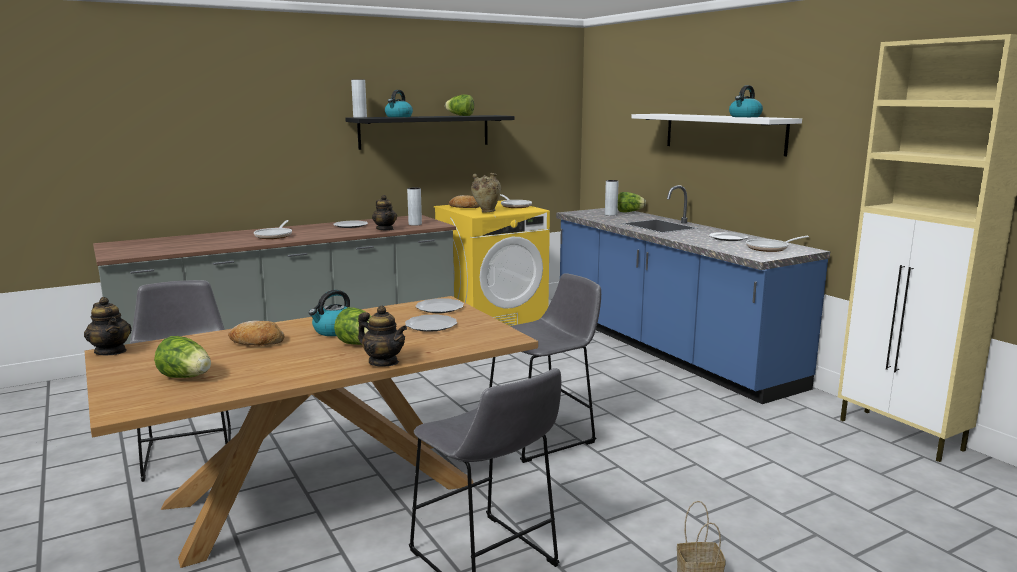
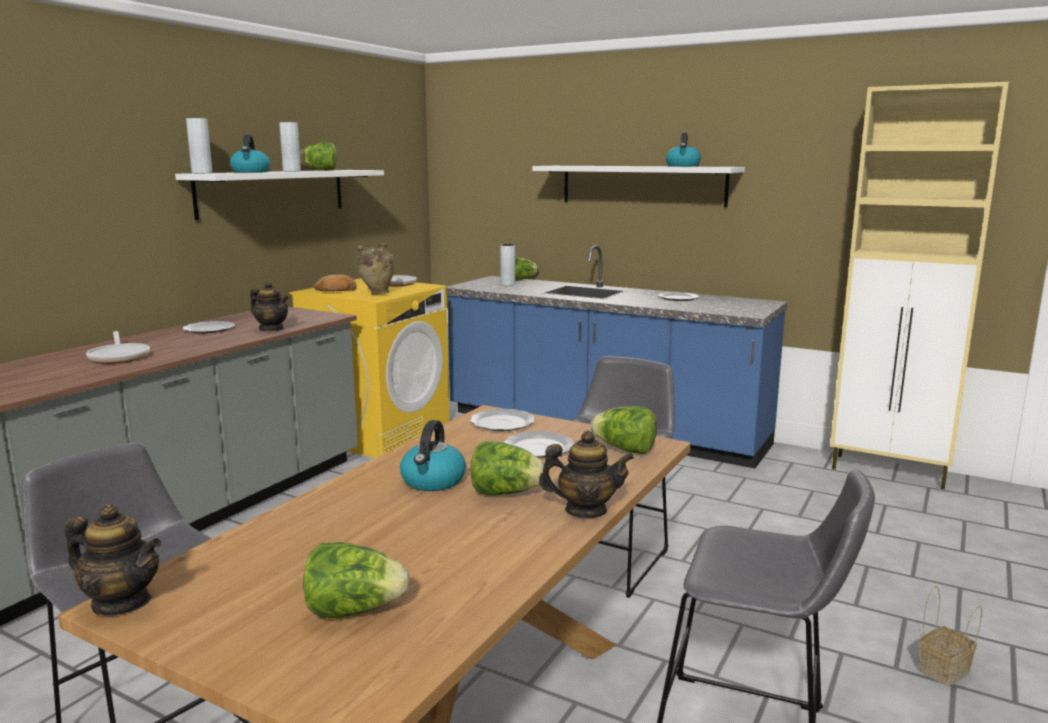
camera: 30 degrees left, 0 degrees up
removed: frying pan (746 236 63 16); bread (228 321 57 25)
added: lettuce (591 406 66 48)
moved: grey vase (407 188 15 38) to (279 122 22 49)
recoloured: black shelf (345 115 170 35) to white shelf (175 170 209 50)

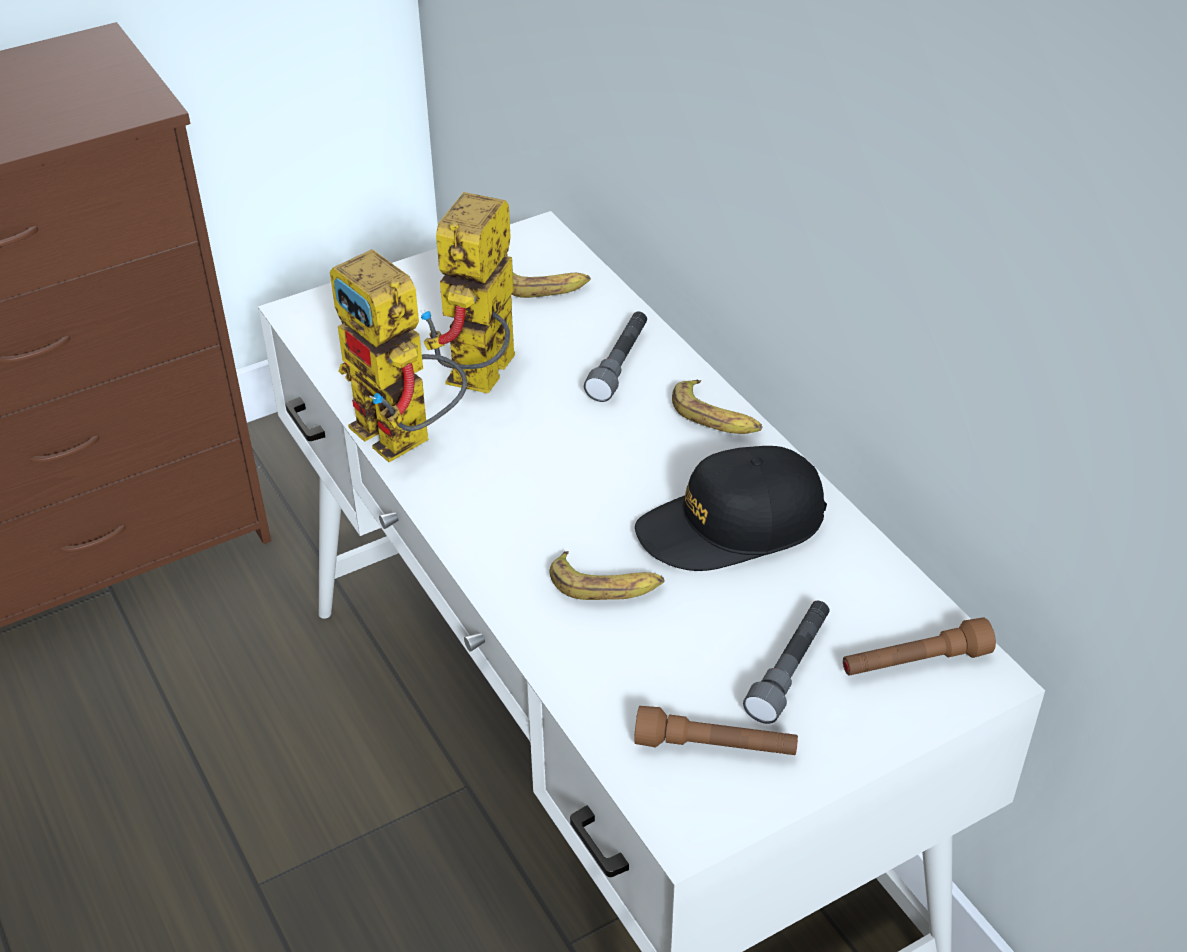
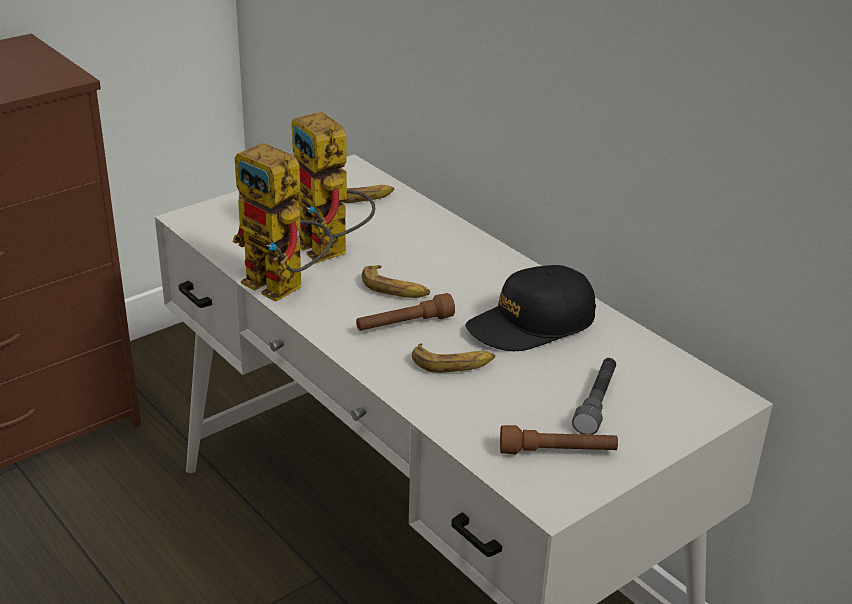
camera: 10 degrees left, 10 degrees down
removed: grey flashlight (584 312 63 90)
moved: banana (672 380 90 54) to (362 265 68 33); brown flashlight (843 617 153 59) to (356 293 99 38)
turned: toy robot (421 192 94 201) = (292 112 83 151) 45 degrees counterclockwise

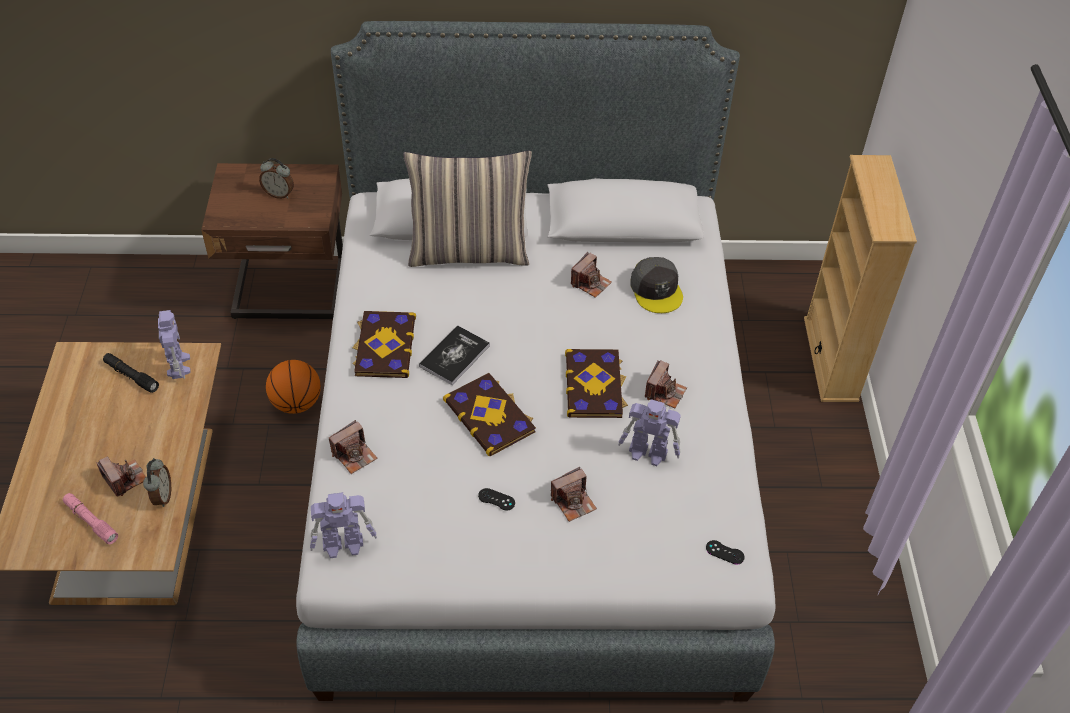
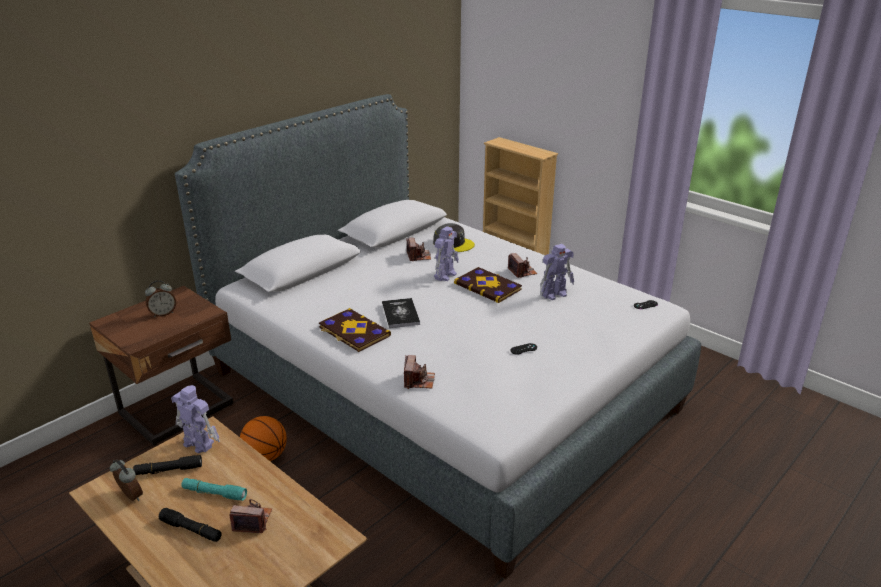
camera: 45 degrees left, 20 degrees down
removed: pillow (403 150 129 117); book (443 373 93 83); photo camera (551 467 46 55); pink flashlight (63 493 55 51)
added: turquoise flashlight (181 478 66 23); black flashlight (159 508 63 34)
moved: alarm clock (143 458 28 49) to (110 459 33 42); toy robot (310 492 67 66) to (434 226 25 55)

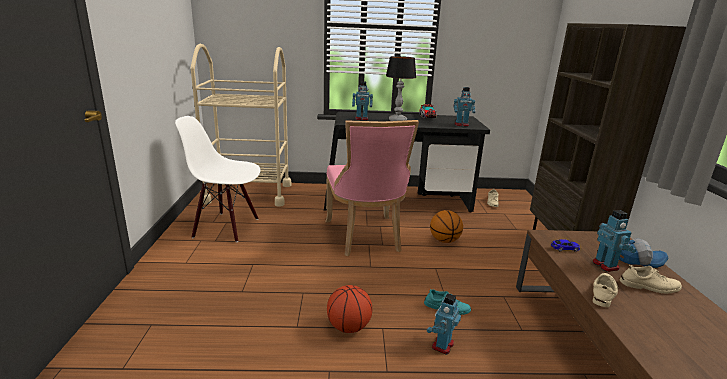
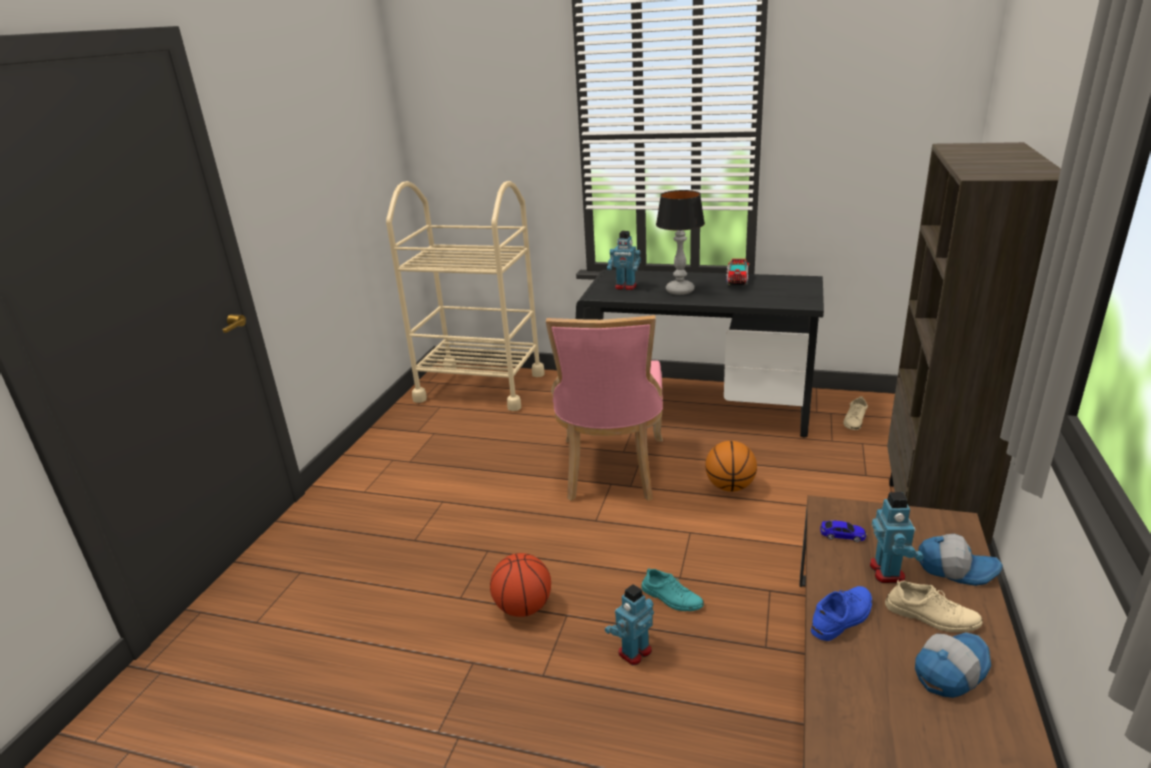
camera: 20 degrees right, 5 degrees up
removed: toy robot (453 87 22 40); white chair (175 116 85 126)
added: cap (915 632 76 66)
recoloured: beige shoe (593 273 26 34) to blue shoe (811 586 61 55)

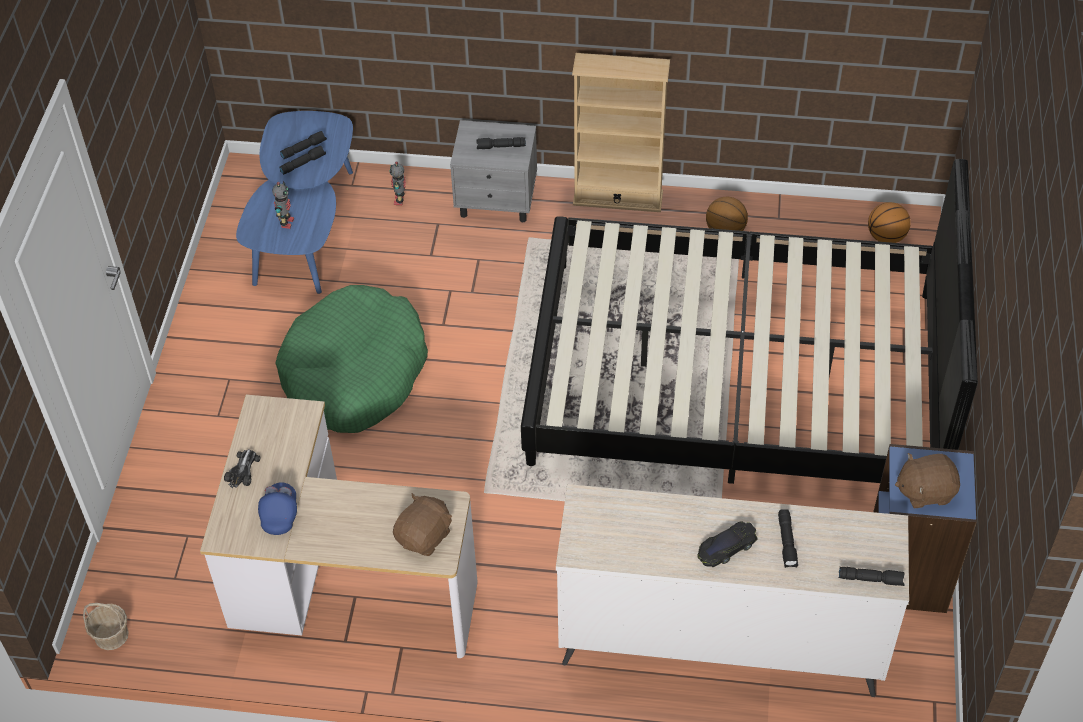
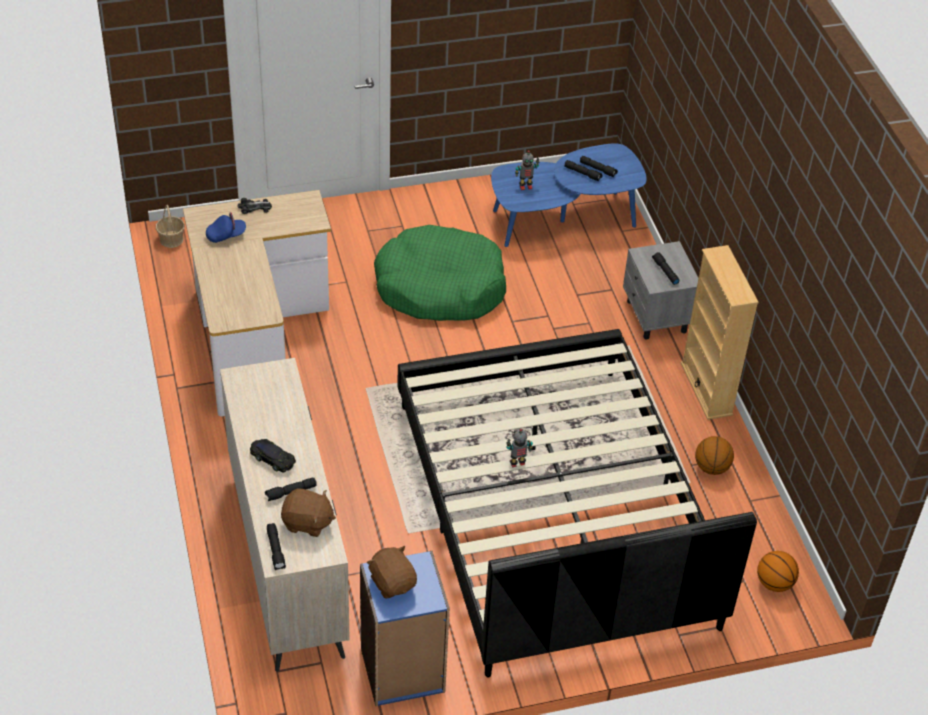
camera: 65 degrees right, 5 degrees down
moved: toy robot (389 161 17 44) to (506 429 27 38); brown plush toy (393 493 59 63) to (281 488 55 49)

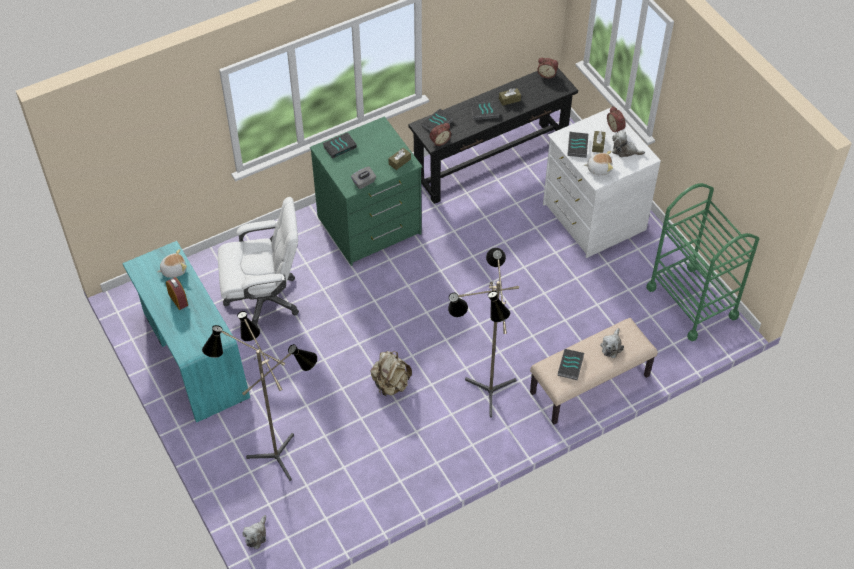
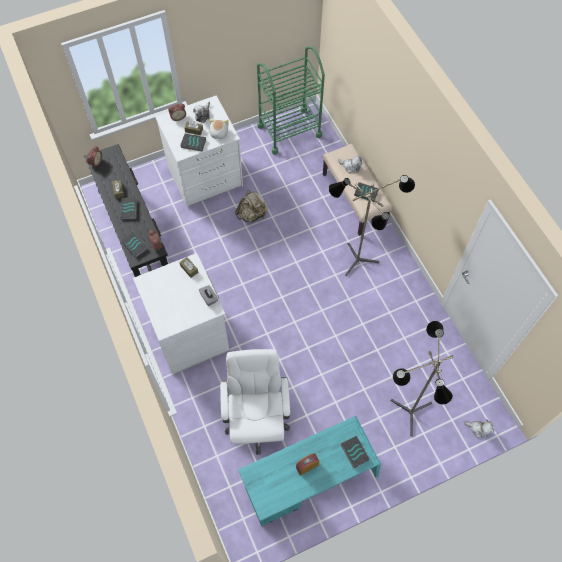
camera: 85 degrees left, 10 degrees up
removed: plush toy (157 249 30 29)
moved: book (323 132 34 27) to (341 436 29 33); beige backpack (370 351 42 45) to (235 190 33 32)
recoloured: green dresser (310 117 112 149) to white dresser (133 253 96 121)

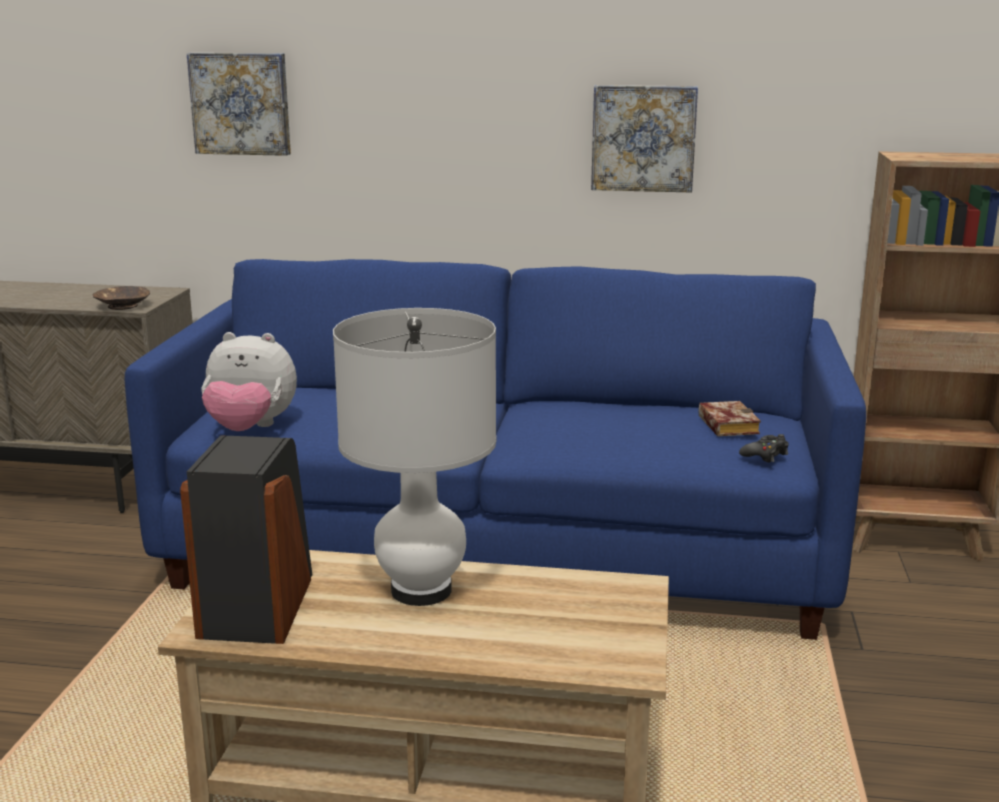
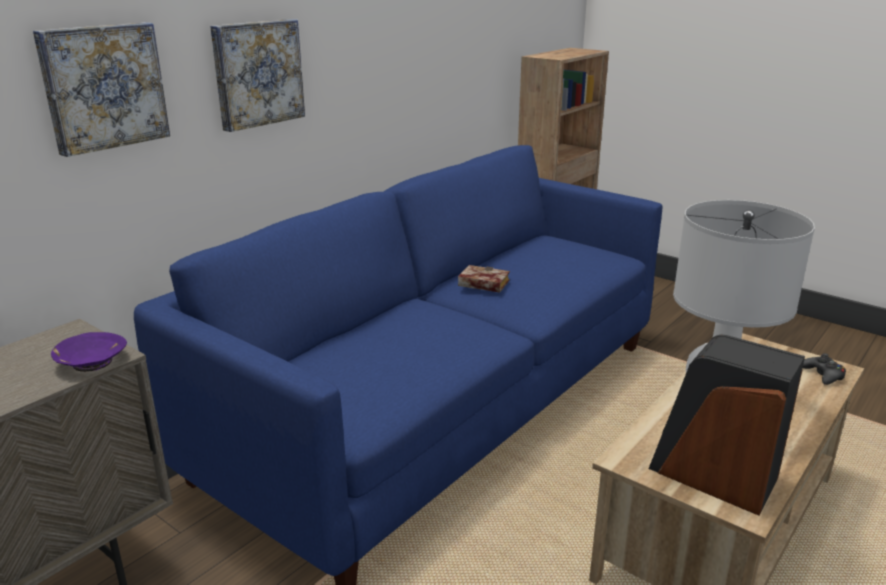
camera: 60 degrees left, 5 degrees up
removed: plush toy (201 332 96 99)
moved: picture (591 85 107 107) to (210 19 95 113); book (698 401 63 35) to (458 265 52 28); black game controller (739 434 50 29) to (803 353 43 32)
recoloured: brown bowl (93 286 57 24) to purple bowl (51 332 76 40)

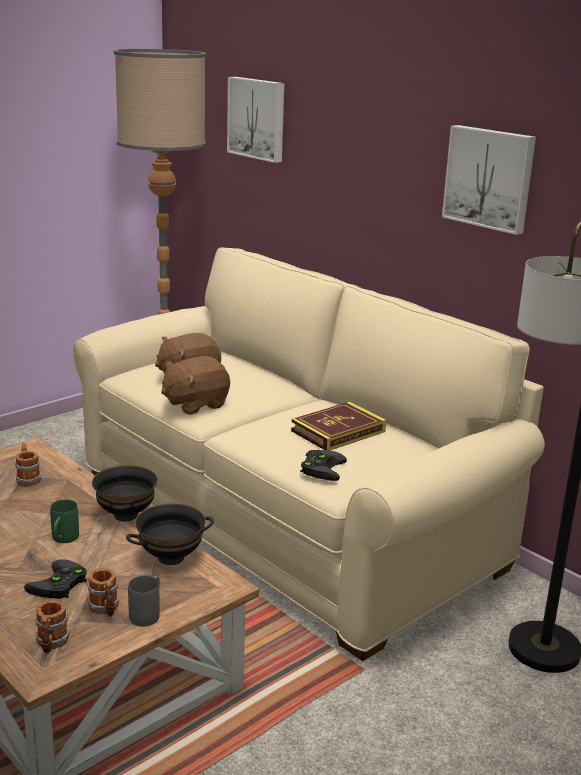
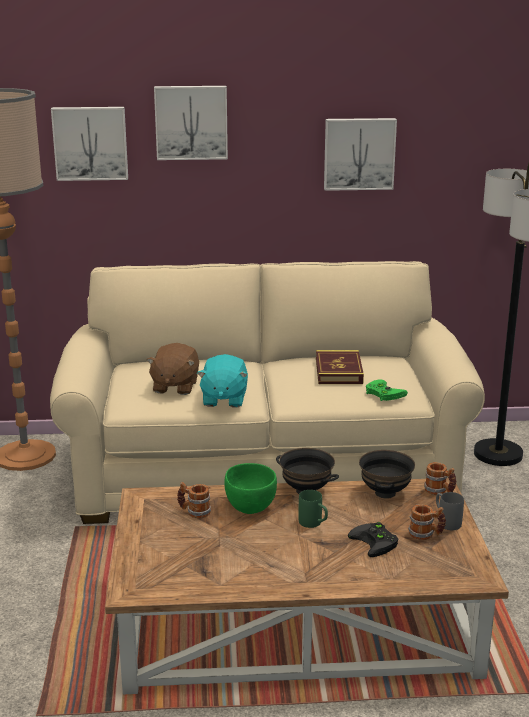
camera: 50 degrees left, 0 degrees up
added: picture (154 86 74 74); green bowl (224 463 53 51)
moved: mug (35 600 35 54) to (424 462 33 33)
recoloured: brown plush toy (161 356 69 59) to turquoise plush toy (197 354 51 53); black game controller (300 450 47 31) to green game controller (366 380 42 21)

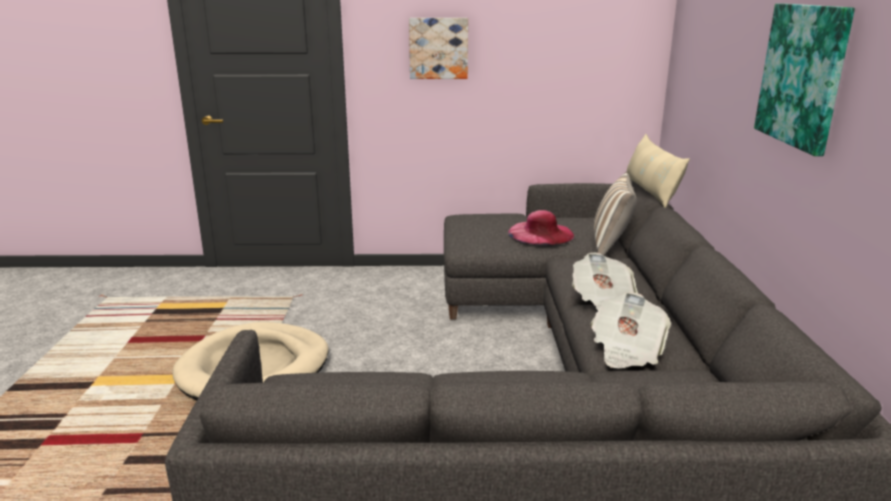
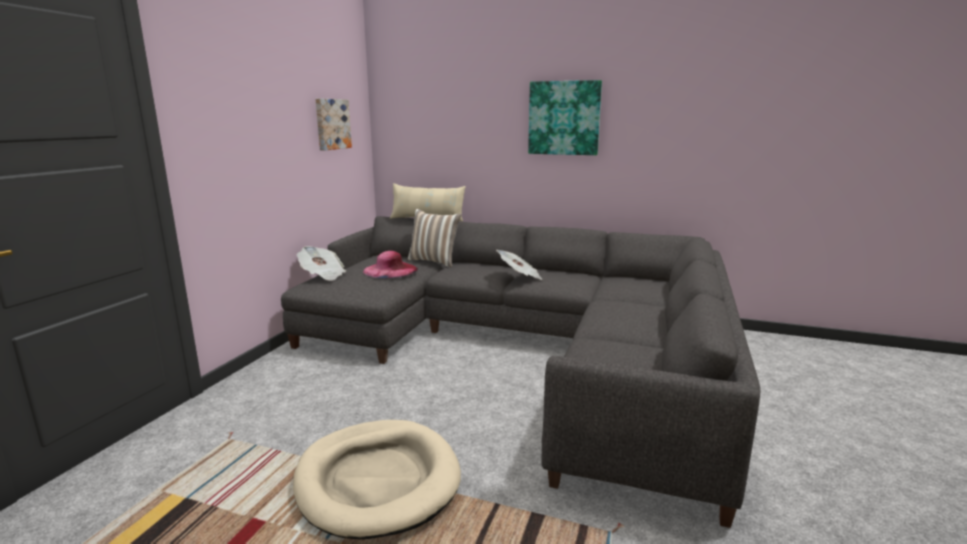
camera: 70 degrees left, 5 degrees down
moved: picture (409 18 59 61) to (315 98 37 53); newspaper (590 292 81 76) to (297 246 49 35)

